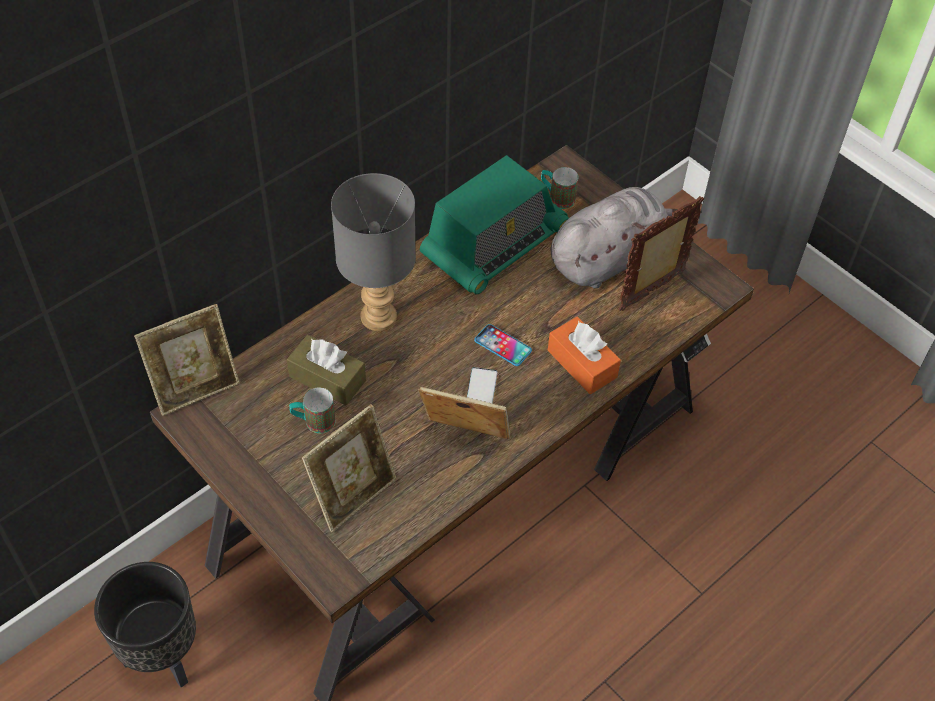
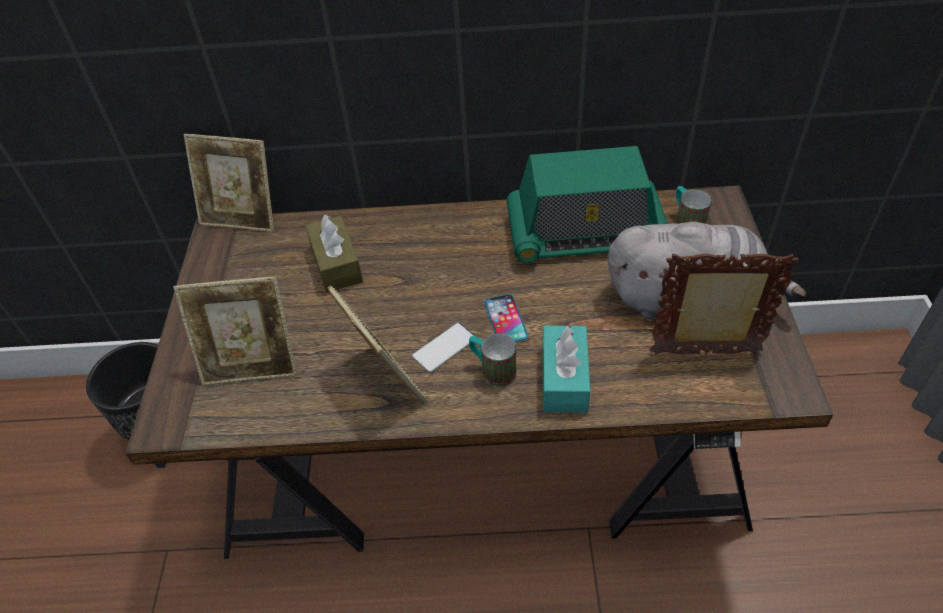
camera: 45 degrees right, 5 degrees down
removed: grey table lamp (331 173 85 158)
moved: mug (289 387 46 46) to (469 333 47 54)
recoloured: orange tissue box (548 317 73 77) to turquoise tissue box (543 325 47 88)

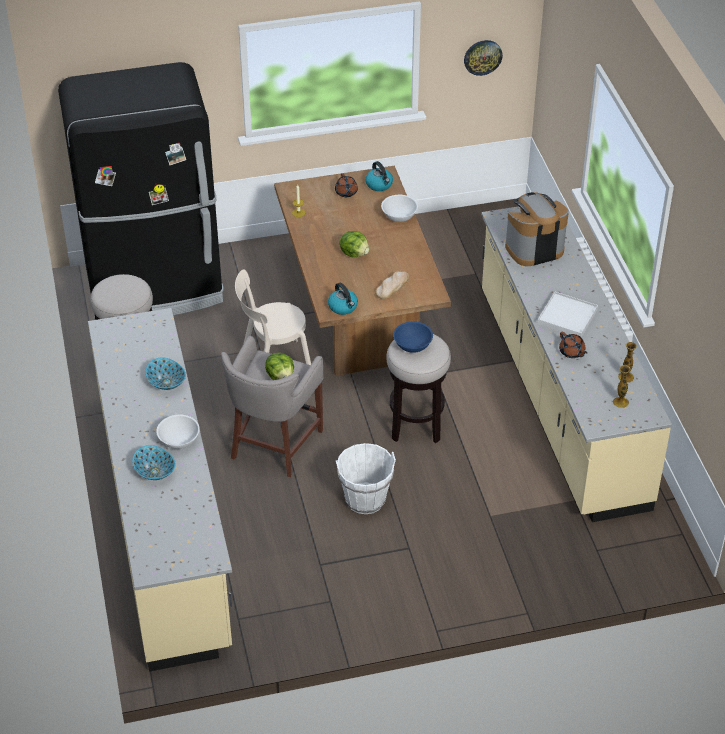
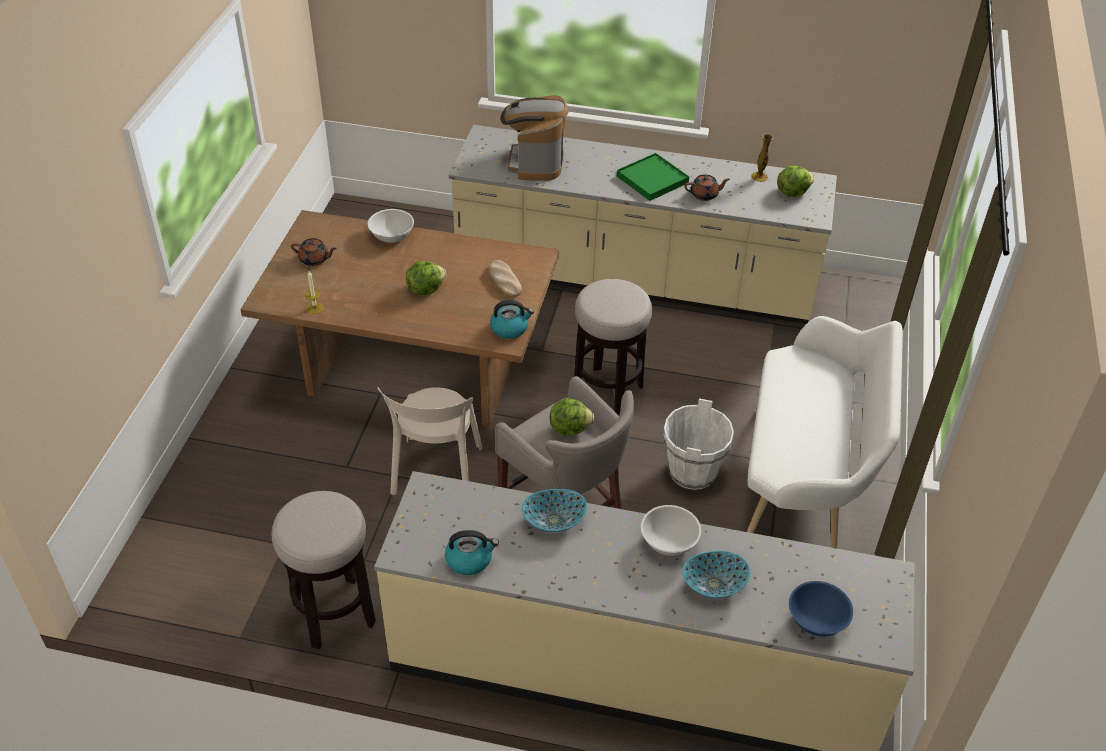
camera: 65 degrees left, 0 degrees up
removed: wall clock (464 40 39 36); black fridge (58 62 166 253)
added: white bench (747 316 156 233)
moved: kettle (366 161 27 30) to (445 530 54 45); blue bowl (393 322 40 31) to (789 581 64 56)
replaced: vase (613 365 18 43) to lettuce (777 166 38 31)
recoloured: white tray (537 292 61 45) to green tray (617 153 72 48)

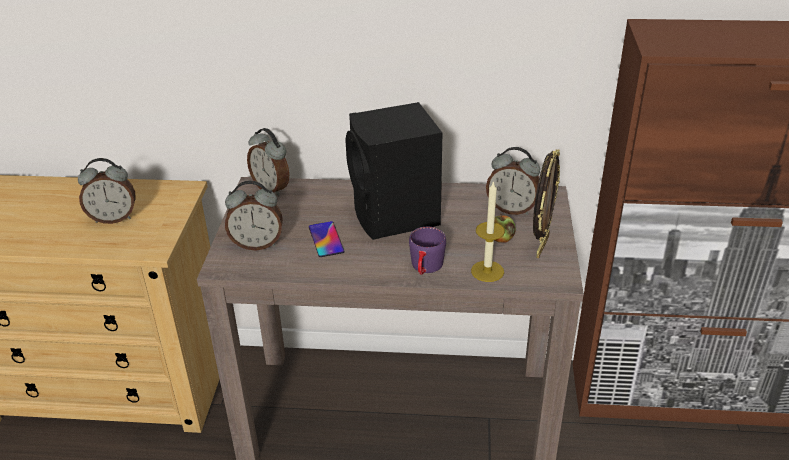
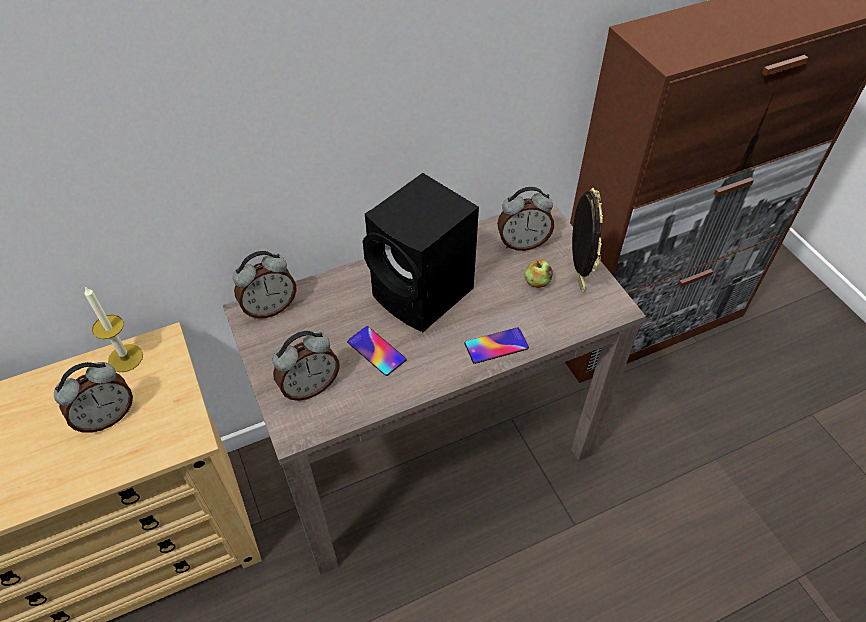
camera: 30 degrees left, 15 degrees up
moved: candle (471 181 34 101) to (84 287 59 85)
replaced: purple mug (409 227 37 48) to phone (465 327 64 37)
turned: alarm clock (247 128 42 68) = (233 251 64 68) 45 degrees counterclockwise

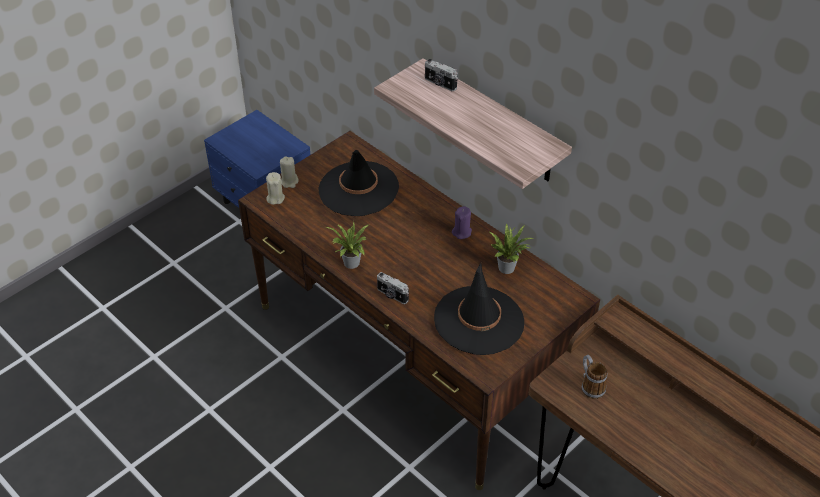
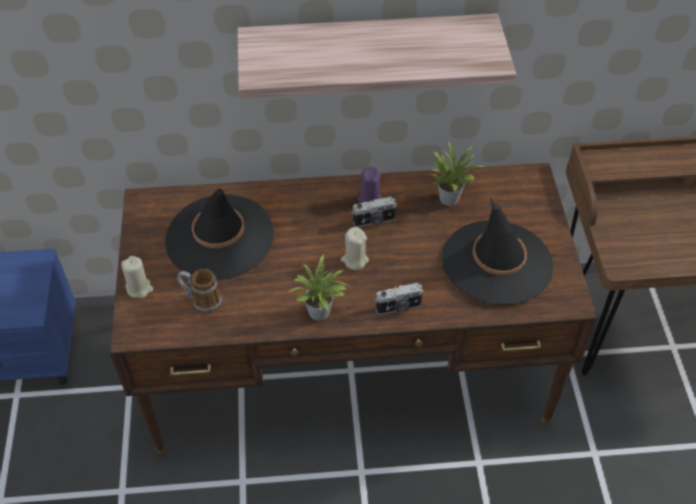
camera: 50 degrees left, 5 degrees up
moved: photo camera (425 59 33 32) to (352 197 45 30); beige candle (266 172 19 33) to (341 227 28 43); mug (582 355 25 44) to (177 269 45 44)

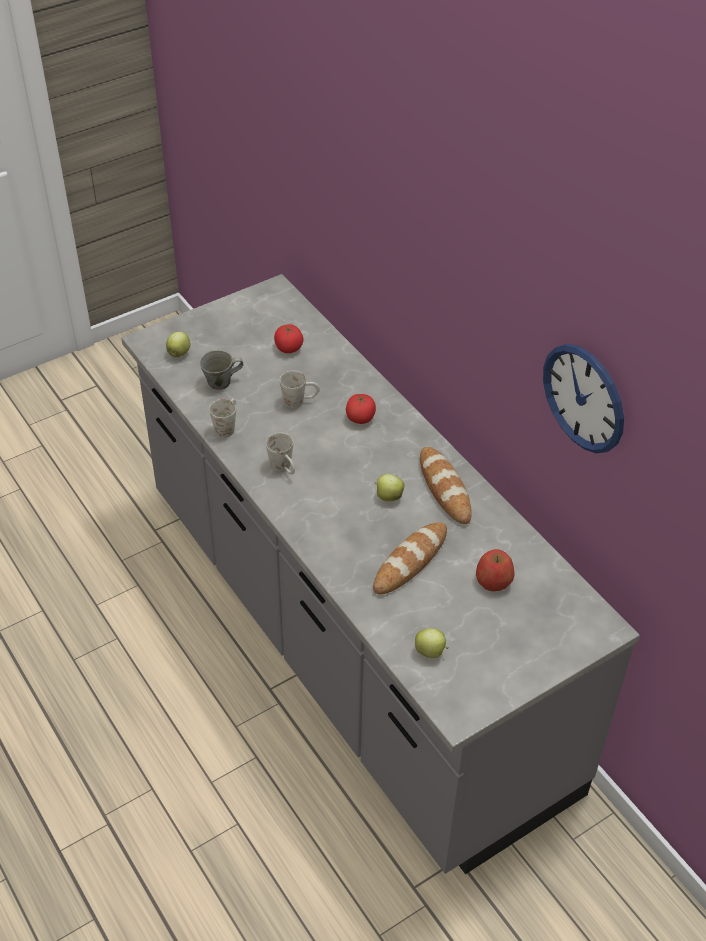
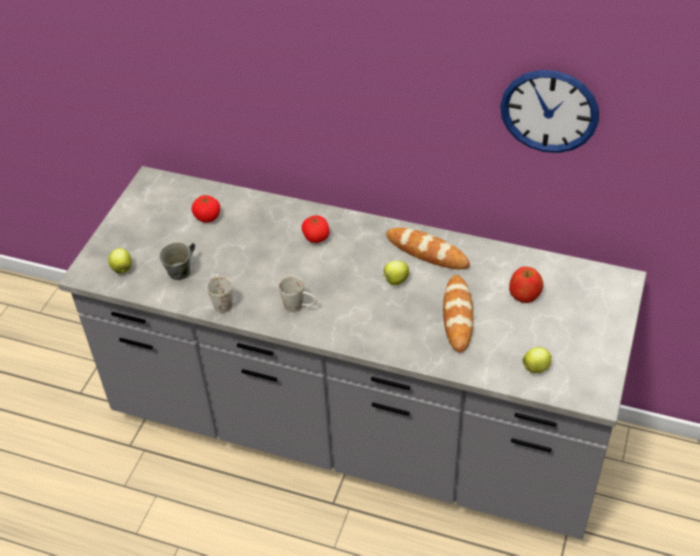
camera: 35 degrees left, 0 degrees up
removed: white mug (280 370 40 39)

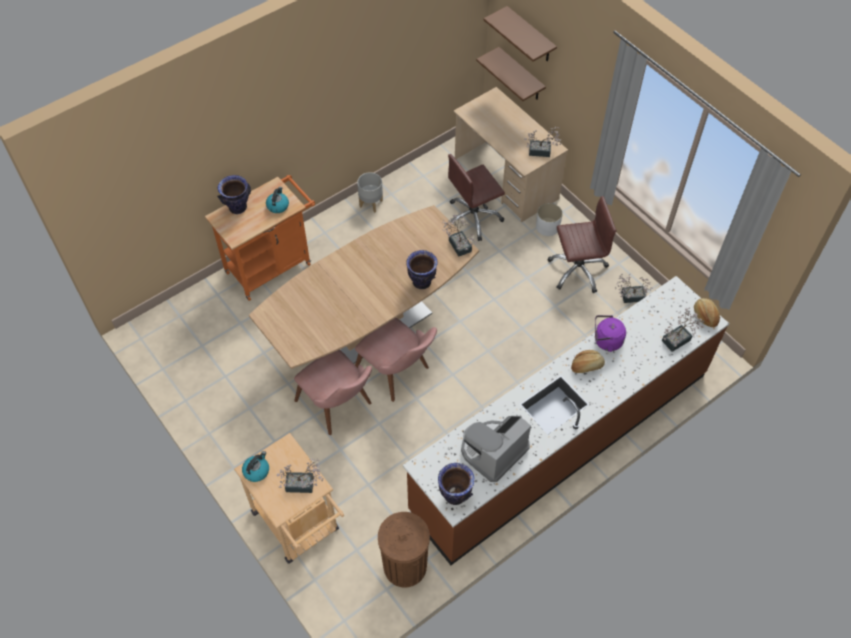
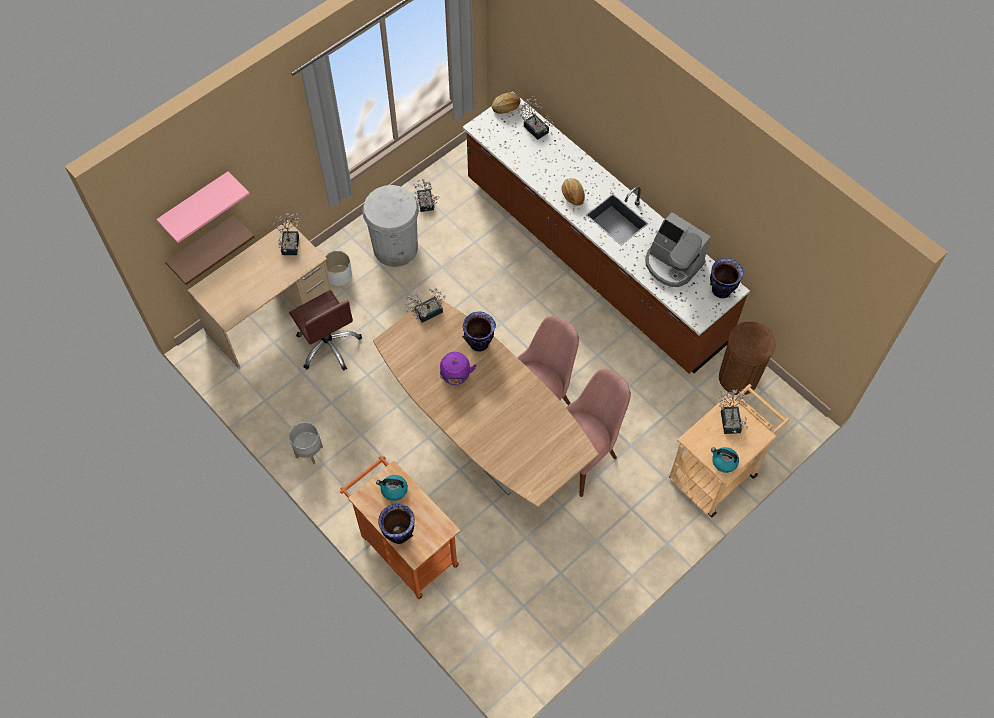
camera: 95 degrees left, 5 degrees up
moved: purple kettle (595 315 31 37) to (440 352 36 33)
replaced: brown office chair (548 196 68 97) to white trash can (362 185 57 82)
recoloured: brown shelf (483 6 74 56) to pink shelf (156 172 94 71)

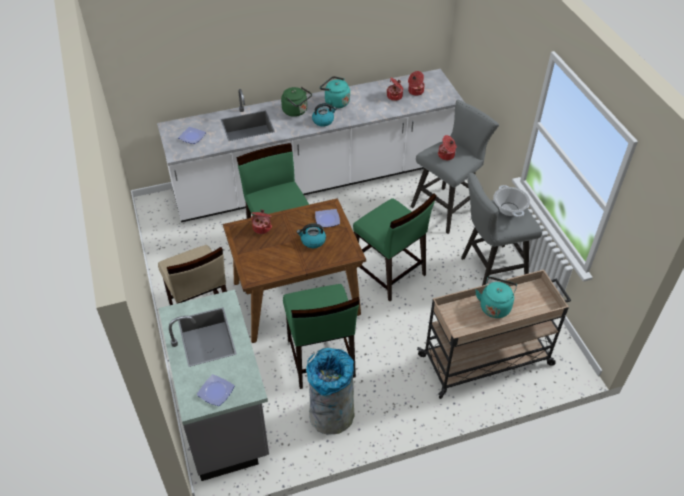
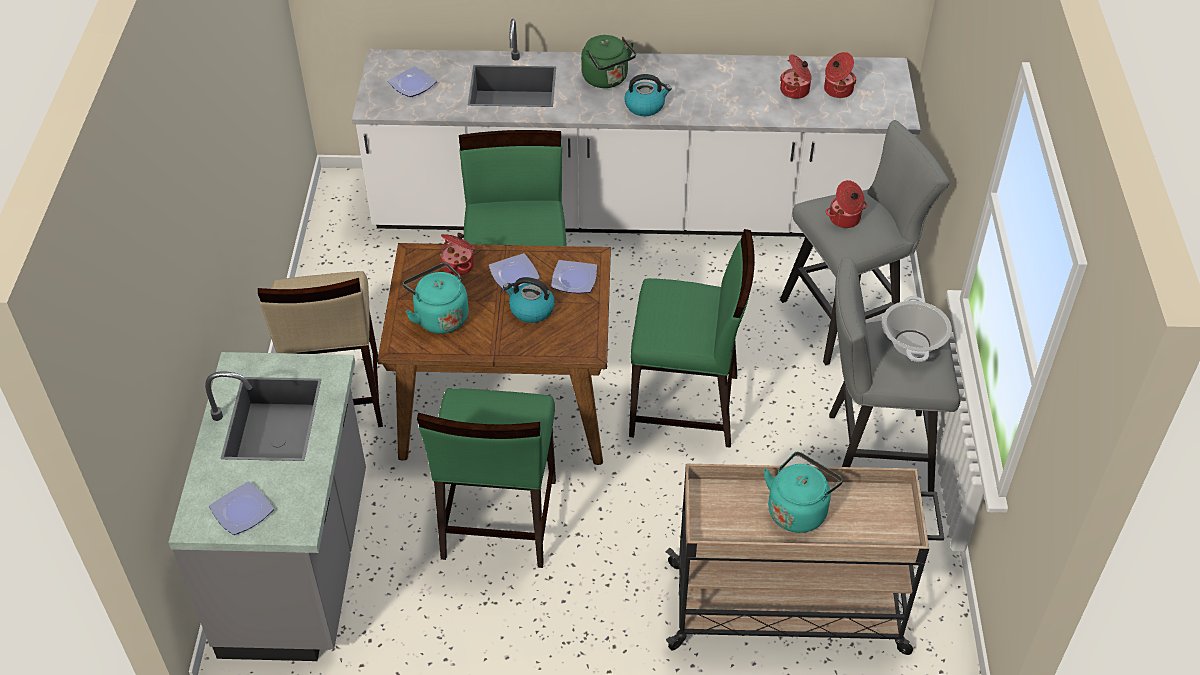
camera: 20 degrees right, 0 degrees up
removed: grey trash can (306 348 49 86)
added: plate (489 253 51 37)
moved: turquoise kettle (320 76 30 33) to (403 263 66 71)
turned: green chair (353 193 84 108) = (629 229 126 219) 60 degrees counterclockwise

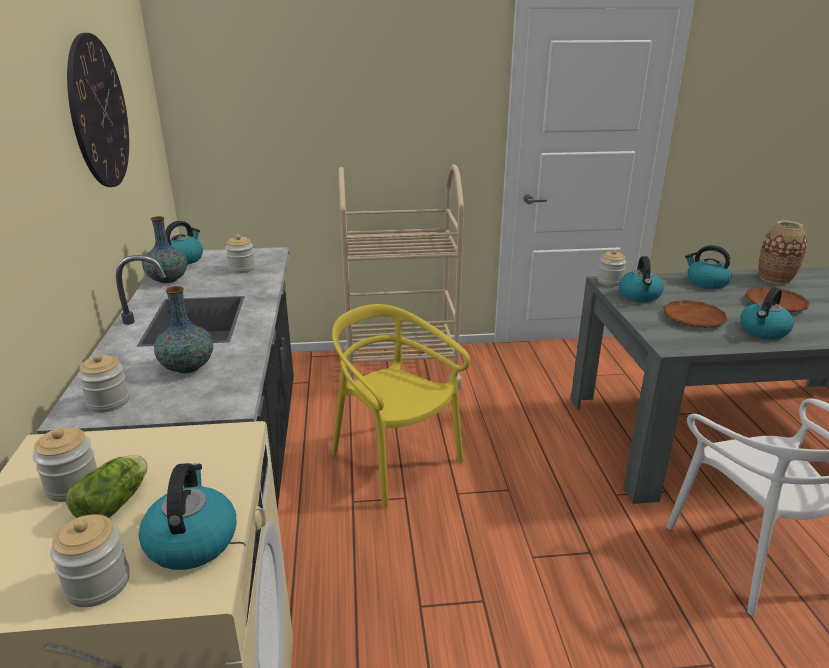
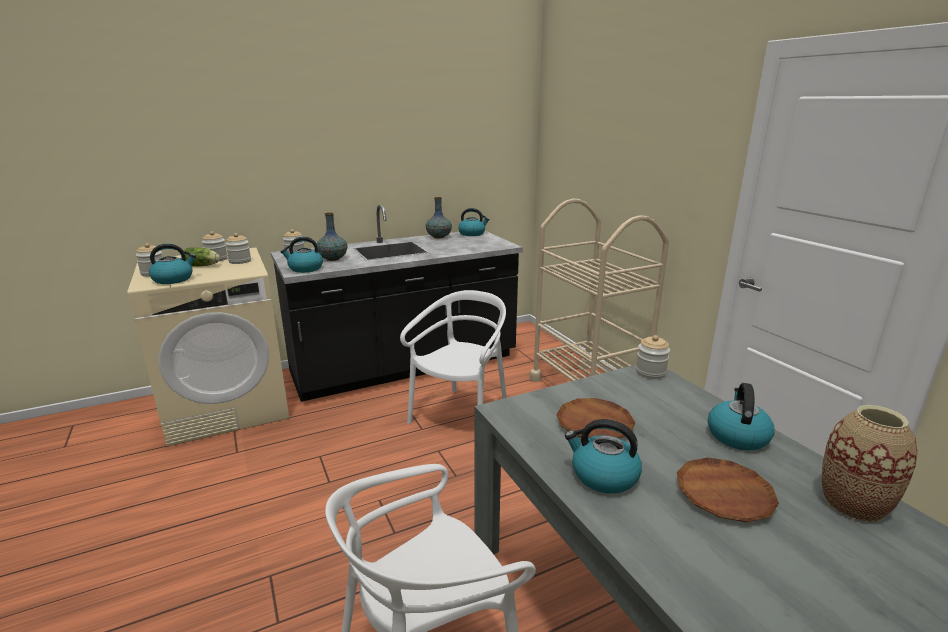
camera: 70 degrees right, 5 degrees down
removed: wall clock (67 33 62 154)
moved: jar (225 234 30 40) to (225 233 26 31); kettle (619 256 45 46) to (280 237 43 36)
recoloured: yellow chair (332 304 138 204) to white chair (400 290 107 134)

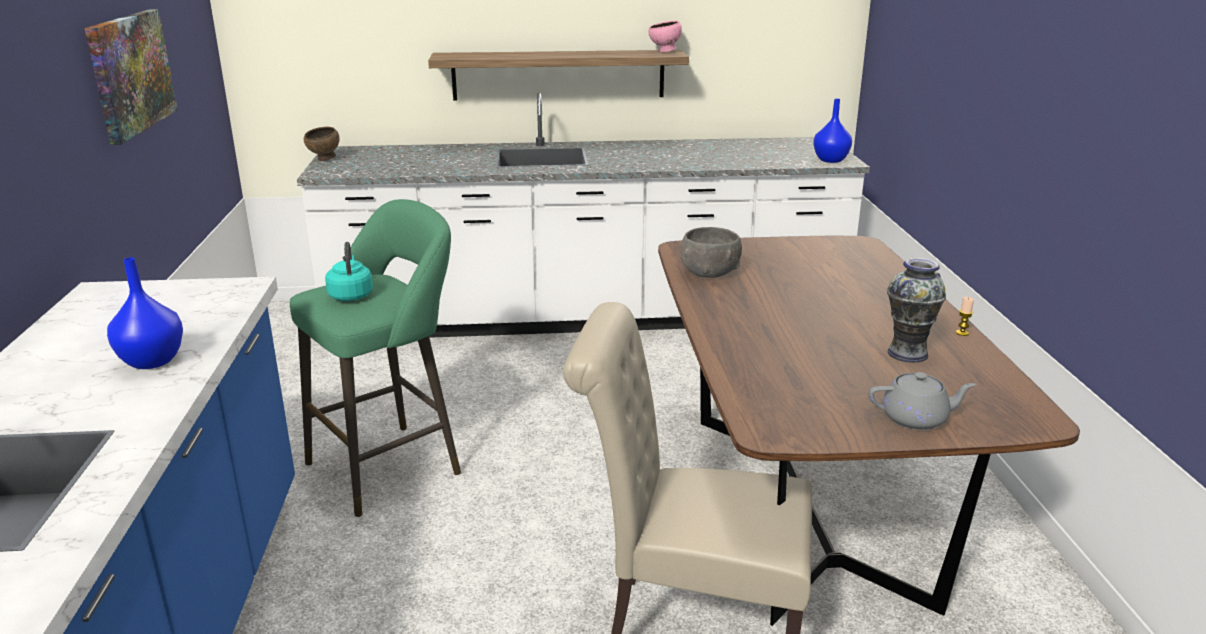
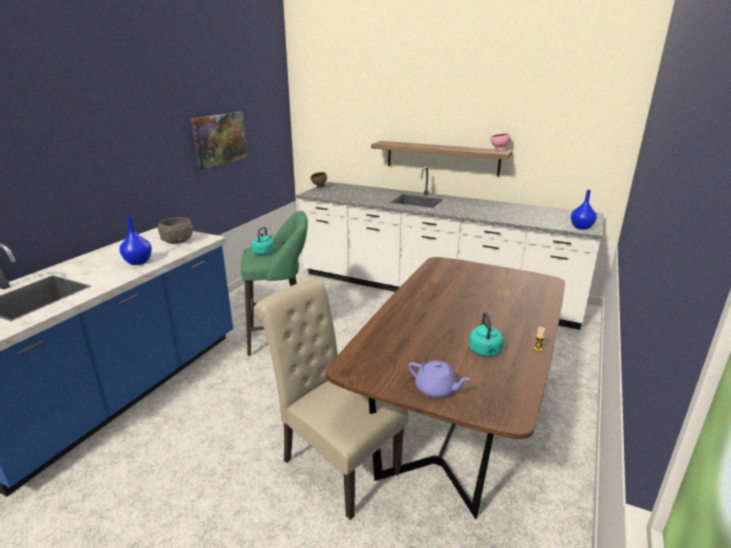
camera: 30 degrees right, 0 degrees up
moved: grey bowl (680 227 62 51) to (157 217 36 27)
replaced: vase (887 258 59 105) to turquoise kettle (469 312 34 44)
recoloured: grey teapot (869 372 107 58) to purple teapot (408 360 62 38)

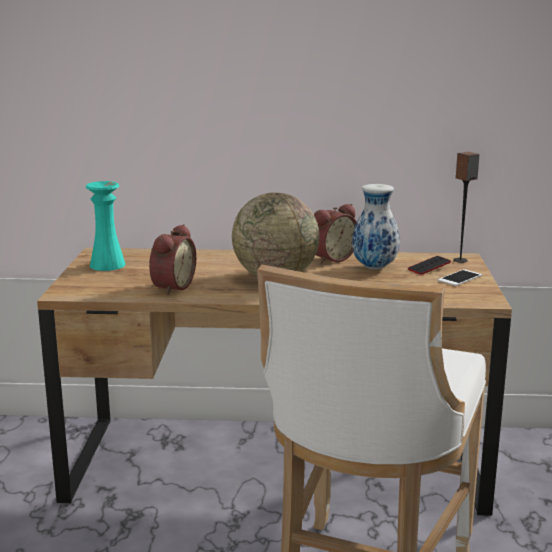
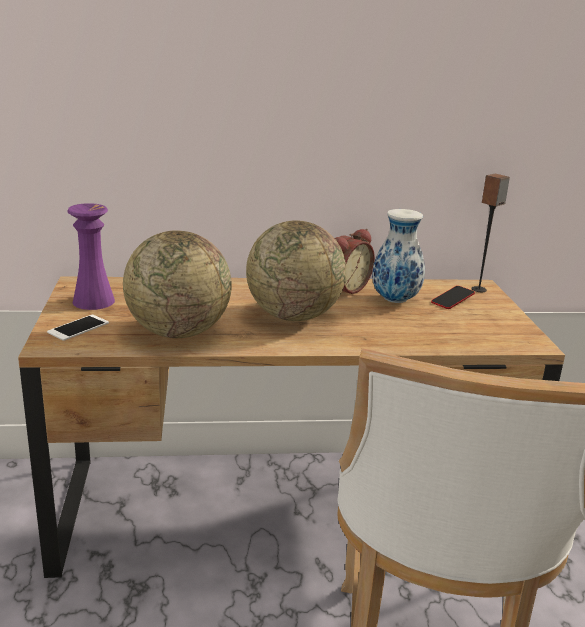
camera: 10 degrees left, 5 degrees up
moved: phone (438 269 44 17) to (47 315 62 26)
replaced: alarm clock (149 224 47 71) to globe (123 230 109 108)
recoloured: turquoise vase (86 181 40 90) to purple vase (67 203 48 107)

